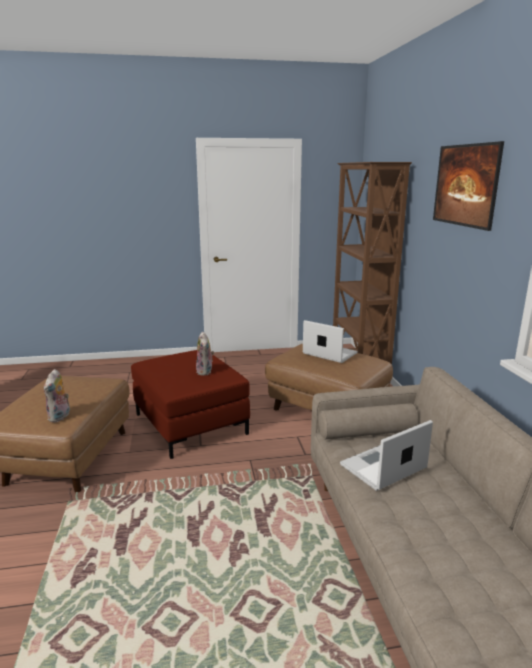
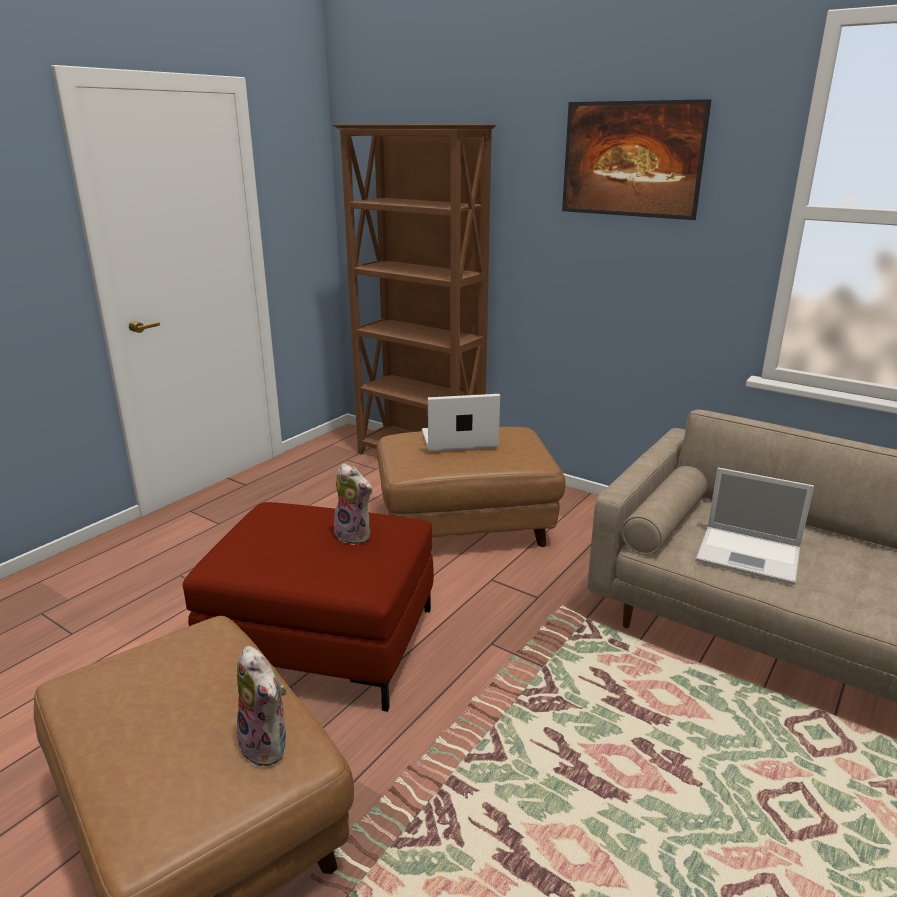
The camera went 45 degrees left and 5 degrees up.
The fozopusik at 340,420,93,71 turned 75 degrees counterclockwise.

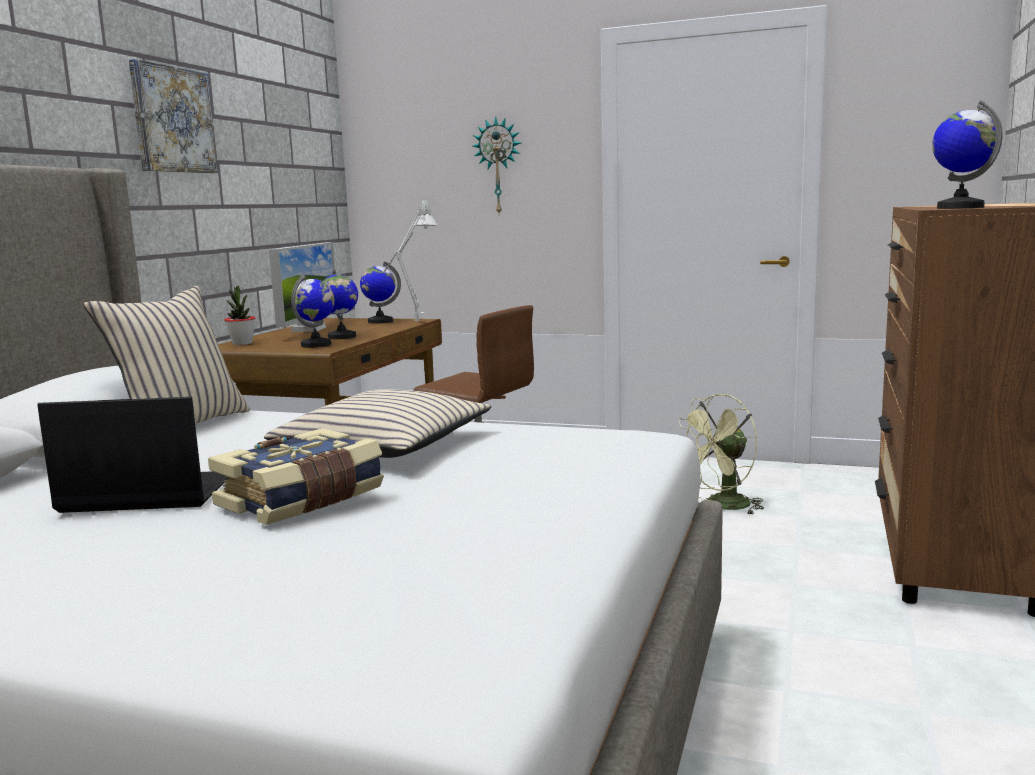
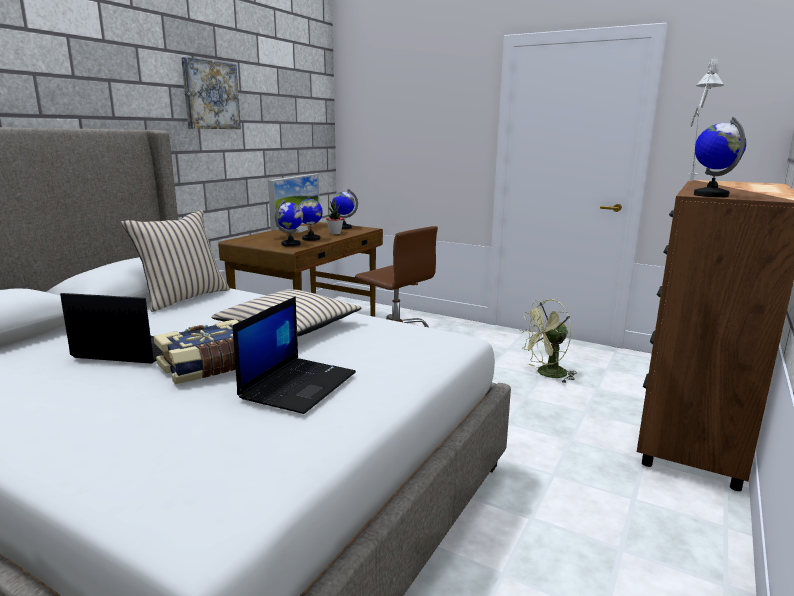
The camera went 10 degrees right and 5 degrees up.
The fozopusik at 233,296,123,118 appeared.
The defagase moved from 224,285,31,60 to 326,198,18,36.
The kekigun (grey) moved from 383,198,55,123 to 689,57,35,124.
The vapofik at 473,116,48,97 disappeared.

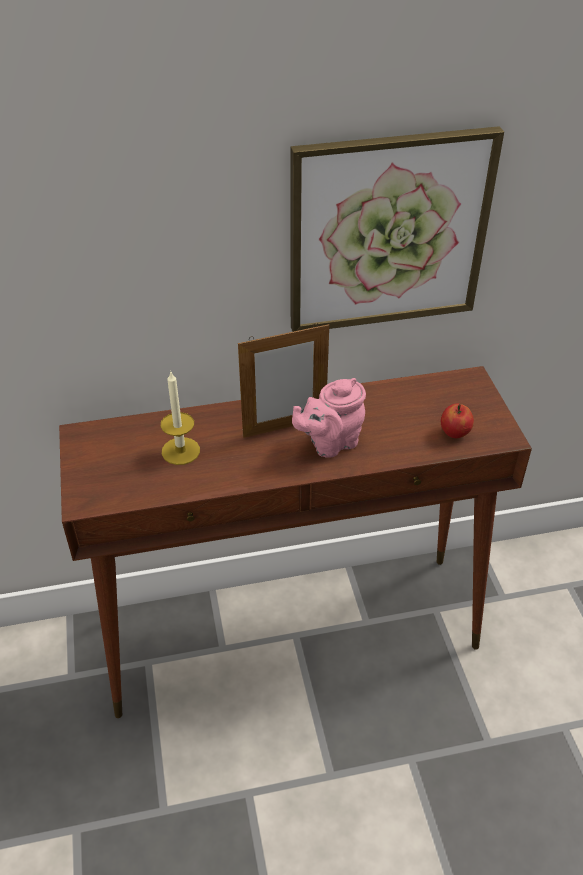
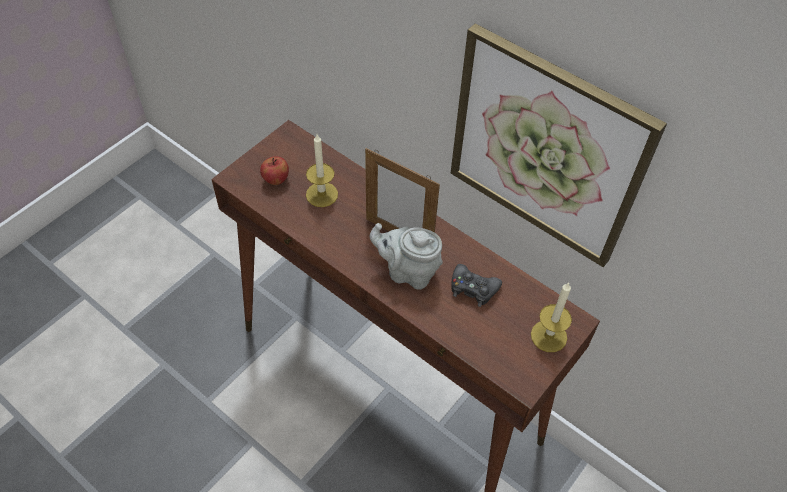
The camera went 50 degrees right and 10 degrees up.
The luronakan moved from 441,403,33,35 to 260,156,29,29.
The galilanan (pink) at 292,378,74,80 became the galilanan (grey) at 370,223,73,67.
The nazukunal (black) at 451,264,51,43 appeared.
The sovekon at 531,282,41,70 appeared.

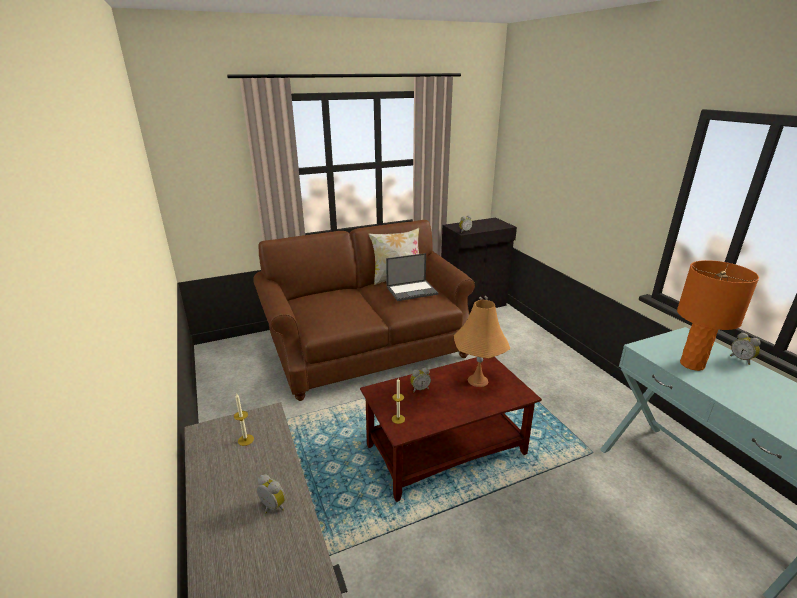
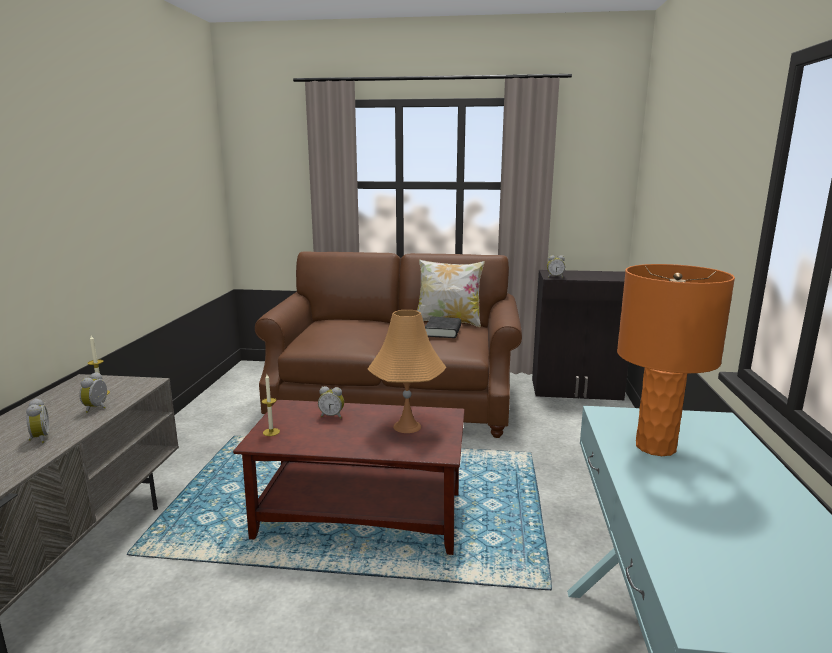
The camera went 30 degrees right and 10 degrees down.
The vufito moved from 730,332,31,33 to 79,372,28,41.
The fozopusik at 386,253,52,48 was replaced by the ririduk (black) at 425,317,36,21.

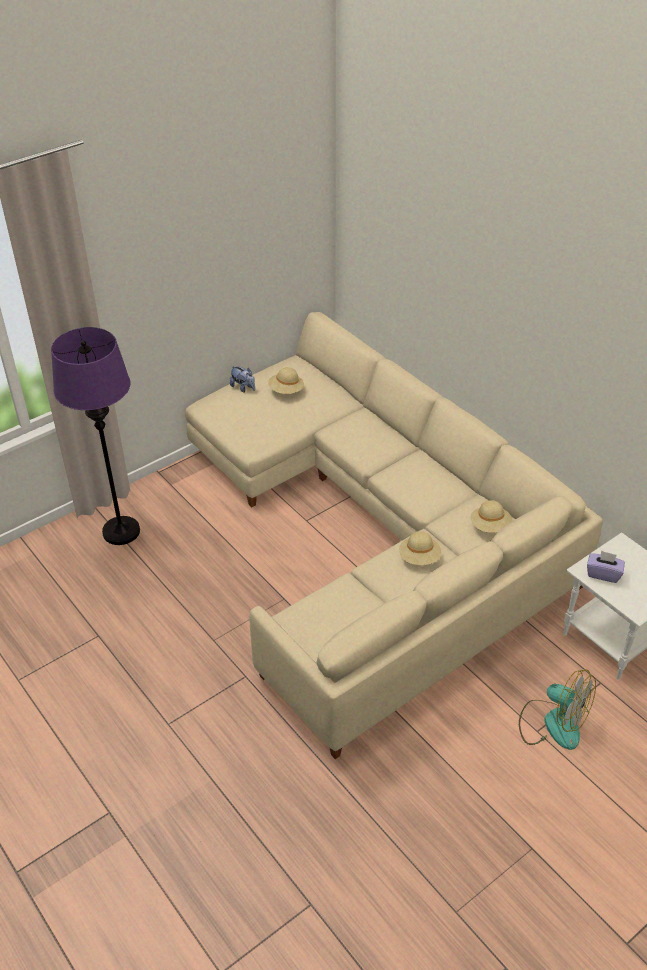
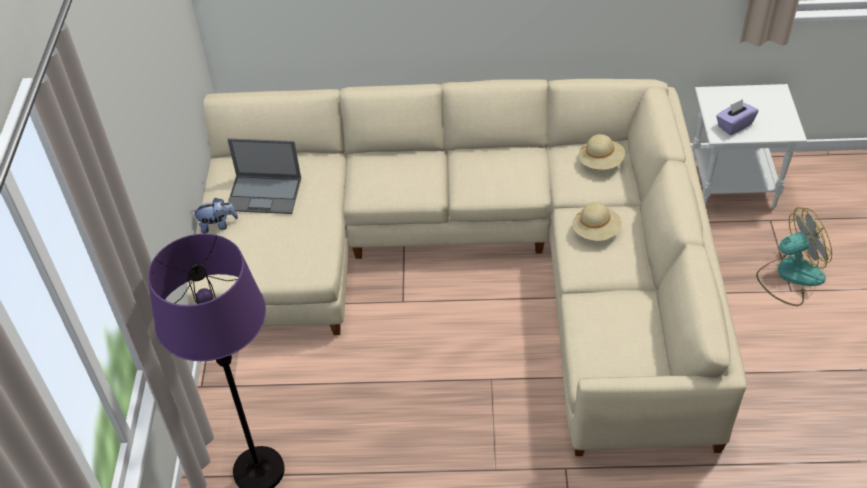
The camera went 50 degrees left and 5 degrees up.
The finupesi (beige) at 268,367,36,27 was replaced by the fozopusik at 227,138,74,76.

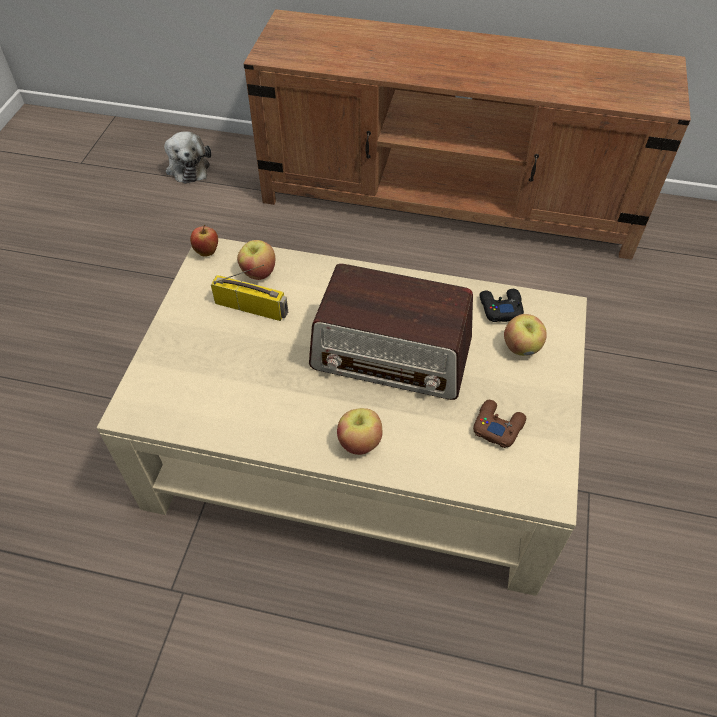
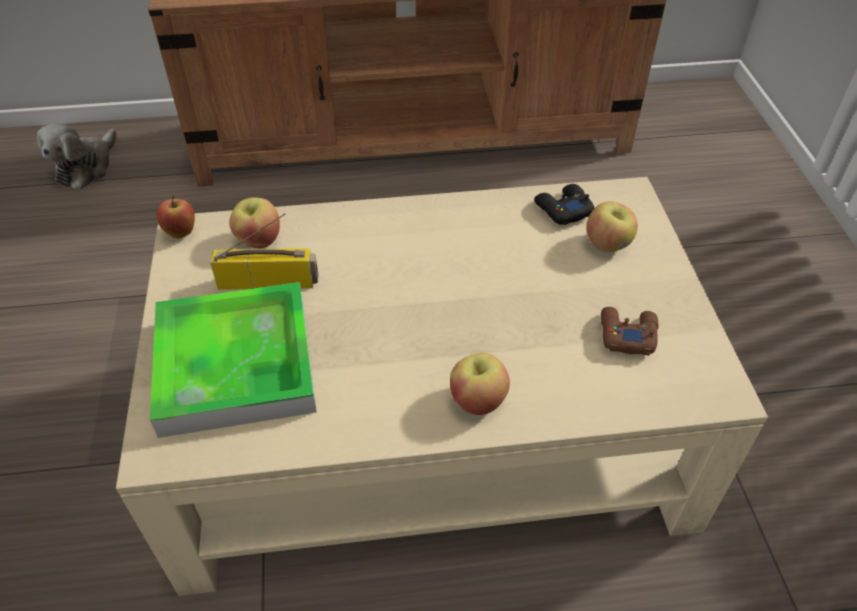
The camera went 20 degrees left and 5 degrees down.
The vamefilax at 164,131,47,53 turned 60 degrees clockwise.
The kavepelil at 150,282,167,156 appeared.
The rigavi at 309,263,164,137 disappeared.

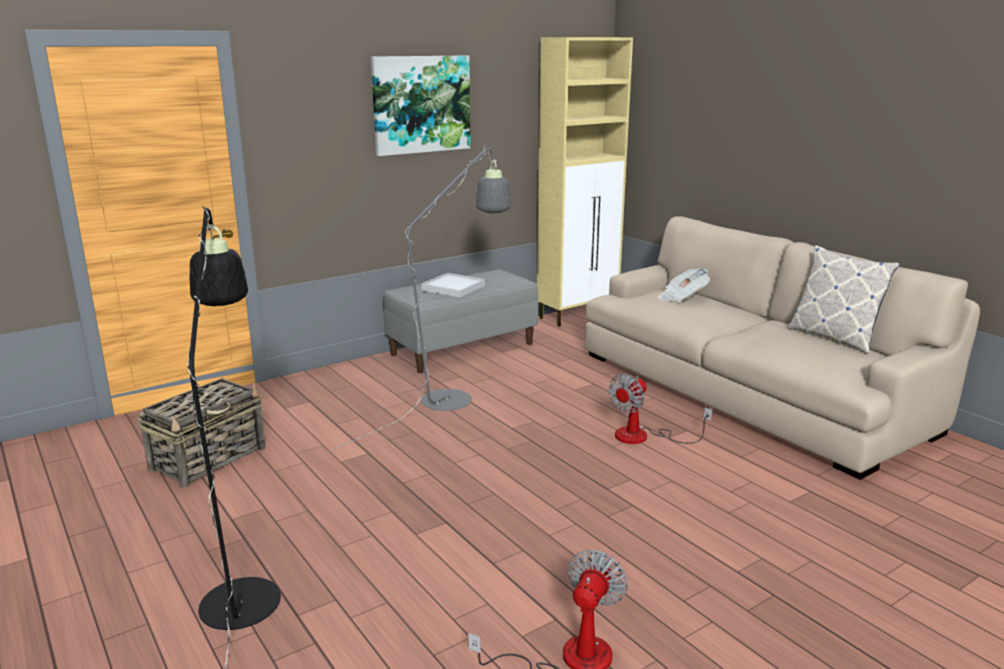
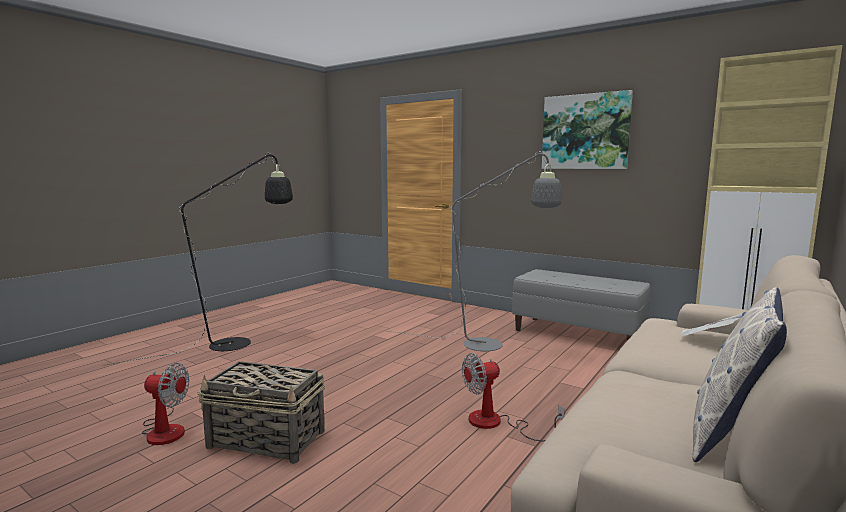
The camera went 70 degrees right and 10 degrees down.
The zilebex moved from 138,378,127,110 to 197,361,128,103.
The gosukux at 609,374,104,70 turned 45 degrees counterclockwise.
The kavepelil (white) at 421,273,64,25 disappeared.

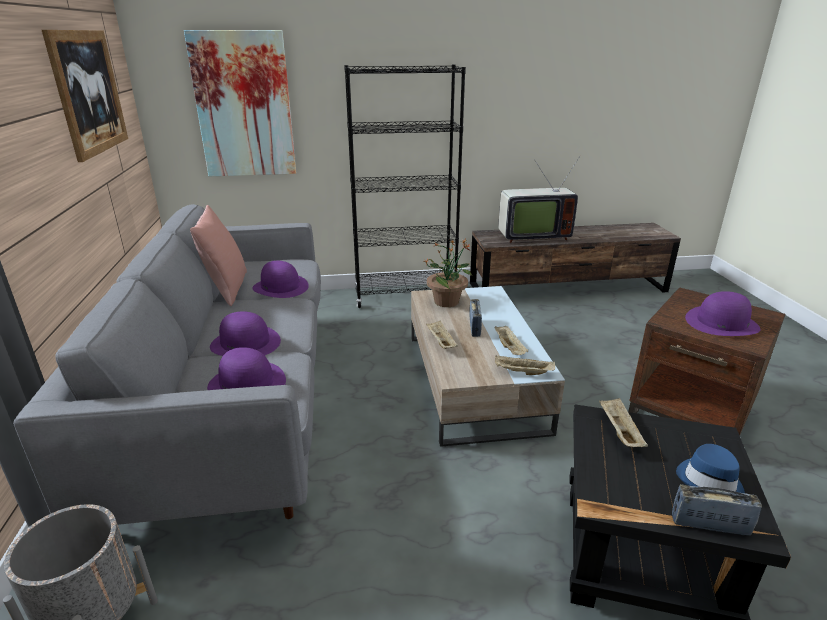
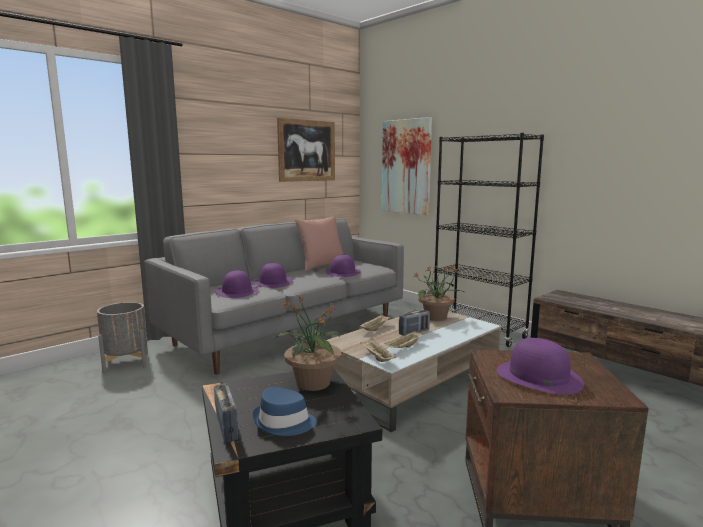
The camera went 55 degrees right and 15 degrees down.
The kavepelil (beige) at 599,398,49,49 was replaced by the defagase at 276,295,65,96.
The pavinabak at 498,156,82,87 disappeared.

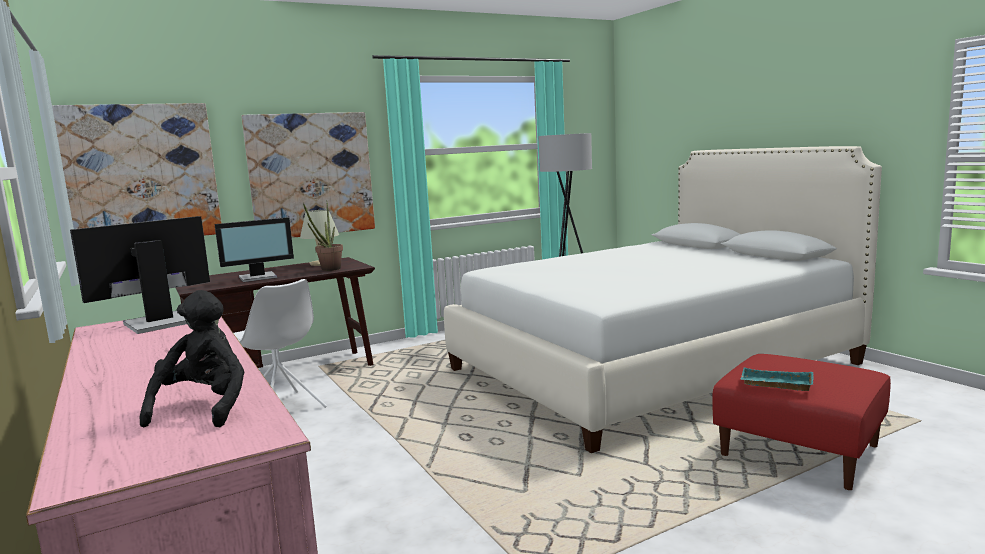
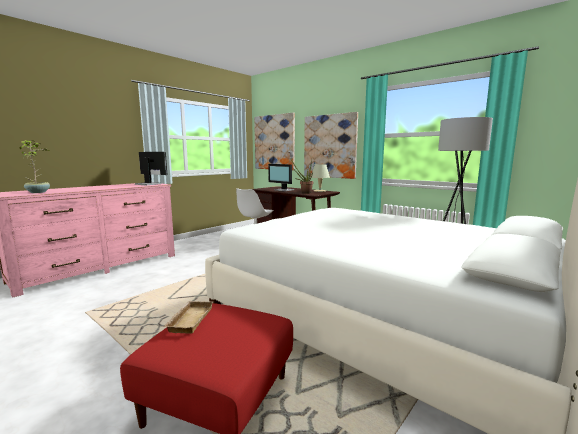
The camera went 70 degrees right and 0 degrees up.
The vamefilax (black) at 140,290,104,137 was replaced by the defagase at 19,140,31,53.
The kavepelil (turquoise) at 741,368,73,23 became the kavepelil (beige) at 163,301,50,33.

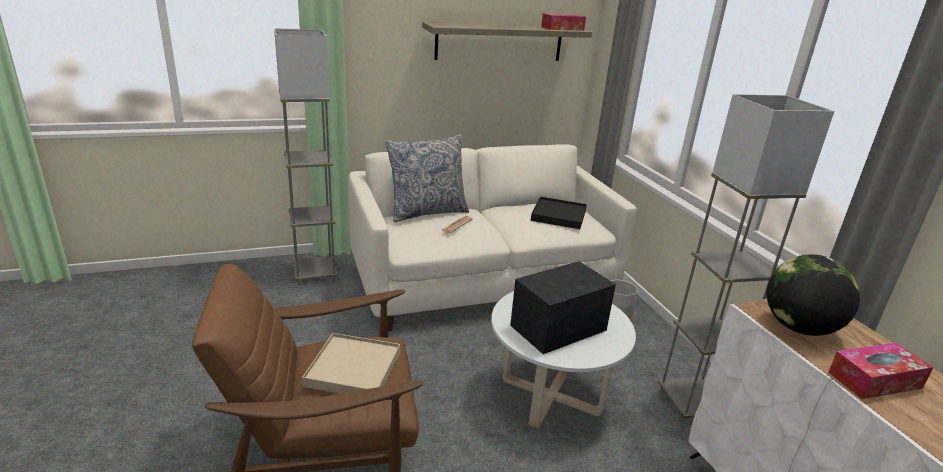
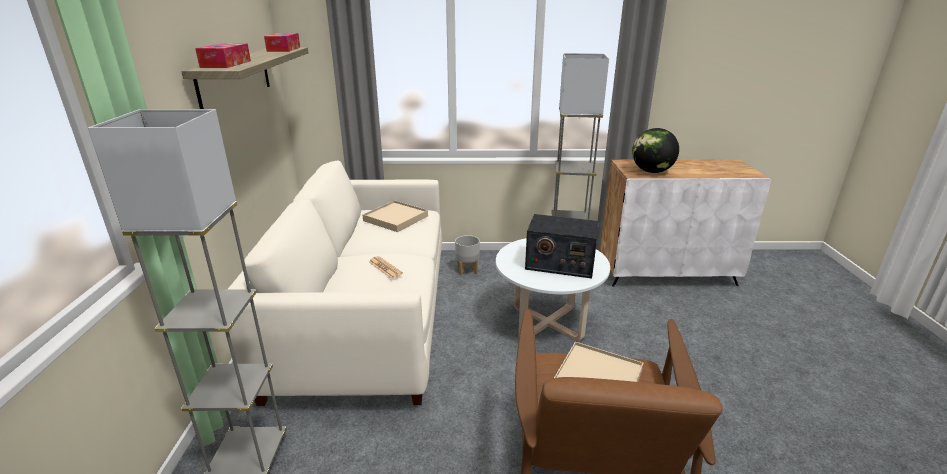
The camera went 70 degrees left and 0 degrees up.
The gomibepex moved from 828,343,106,56 to 195,43,56,25.
The kavepelil (black) at 531,197,56,32 became the kavepelil (beige) at 362,200,66,32.
The rigavi at 510,261,106,93 turned 60 degrees counterclockwise.
The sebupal at 385,134,84,88 disappeared.

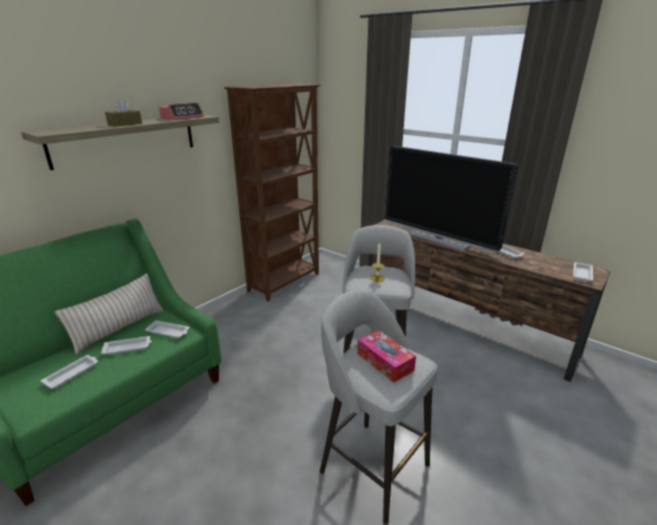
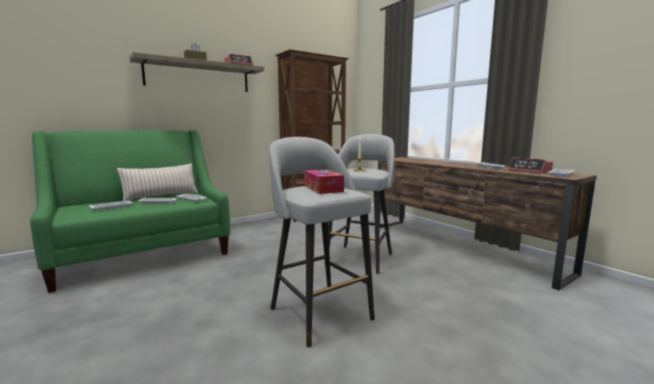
The camera went 15 degrees right and 15 degrees down.
The vufito at 508,157,45,16 appeared.
The pavinabak at 385,146,133,107 disappeared.

